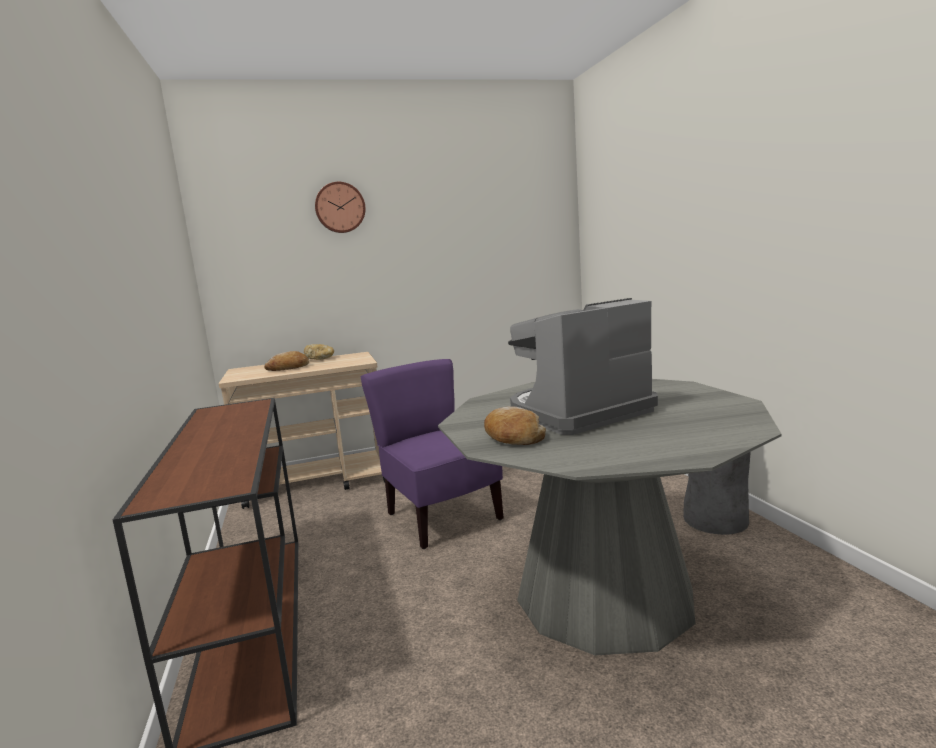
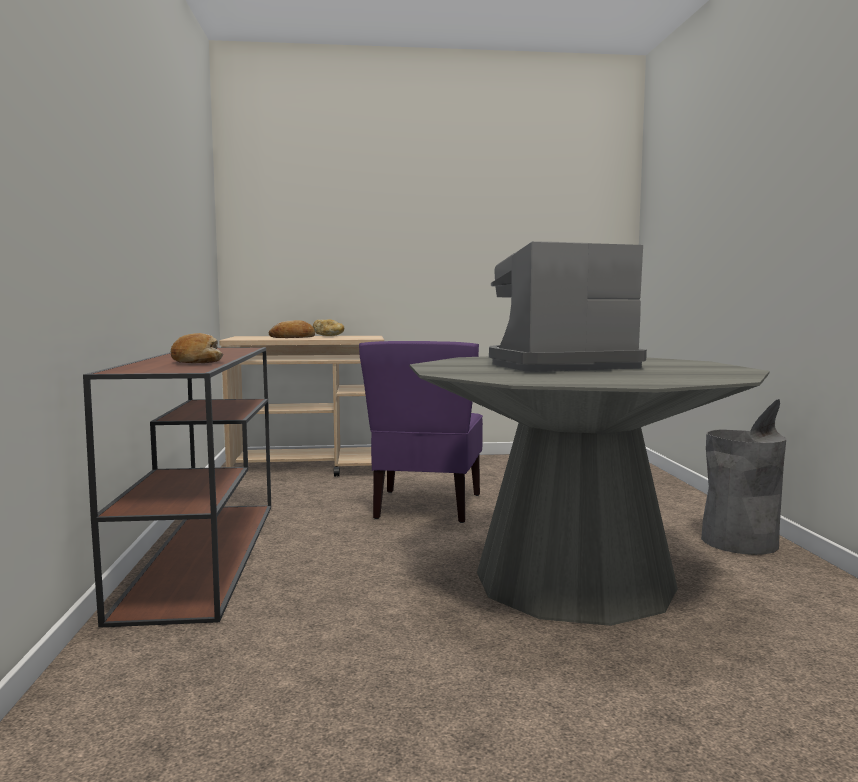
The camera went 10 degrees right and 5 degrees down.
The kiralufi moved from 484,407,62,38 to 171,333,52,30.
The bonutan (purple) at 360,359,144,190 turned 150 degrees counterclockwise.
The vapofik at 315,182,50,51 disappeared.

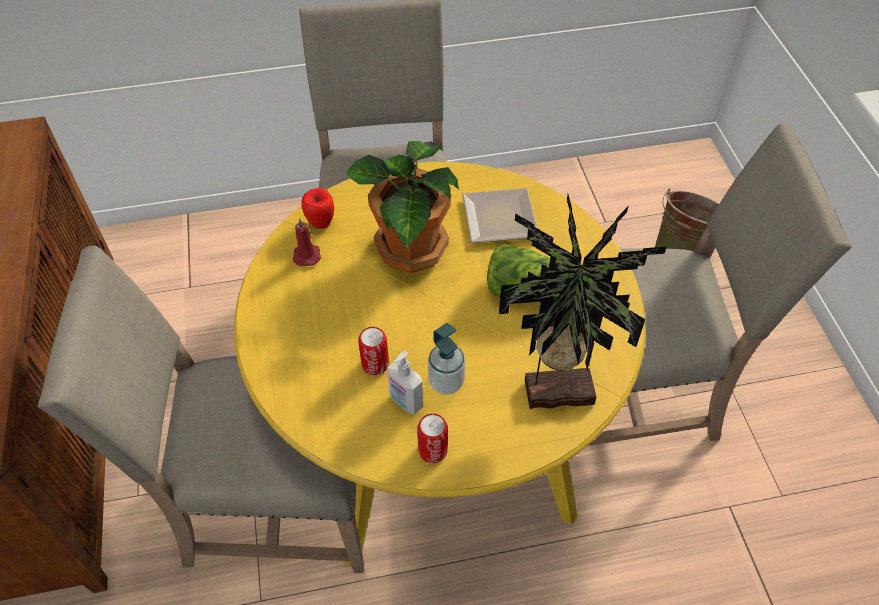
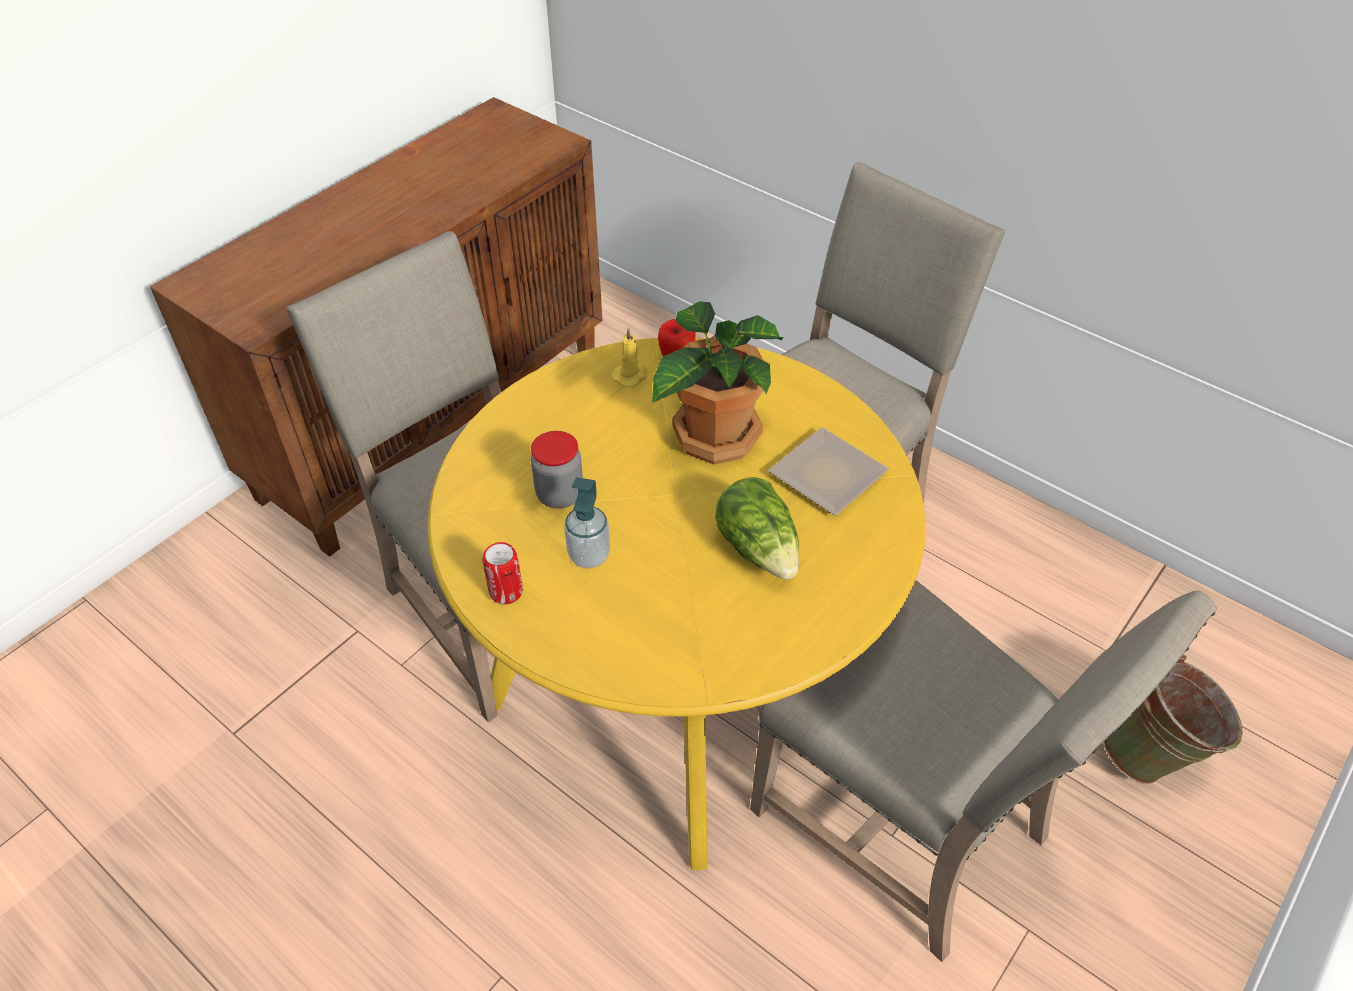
The camera went 50 degrees right and 5 degrees down.
The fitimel at 358,327,31,48 was replaced by the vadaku at 531,431,52,78.
The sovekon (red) at 293,218,28,48 became the sovekon (yellow) at 612,327,35,60.
The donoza at 387,351,36,63 disappeared.
The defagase at 499,195,168,214 disappeared.

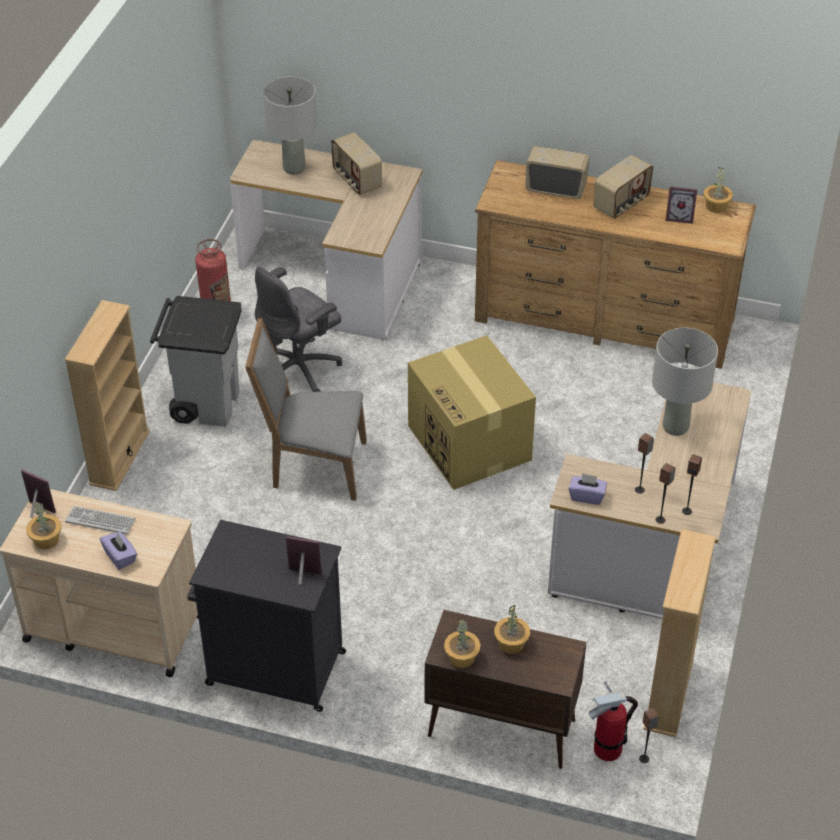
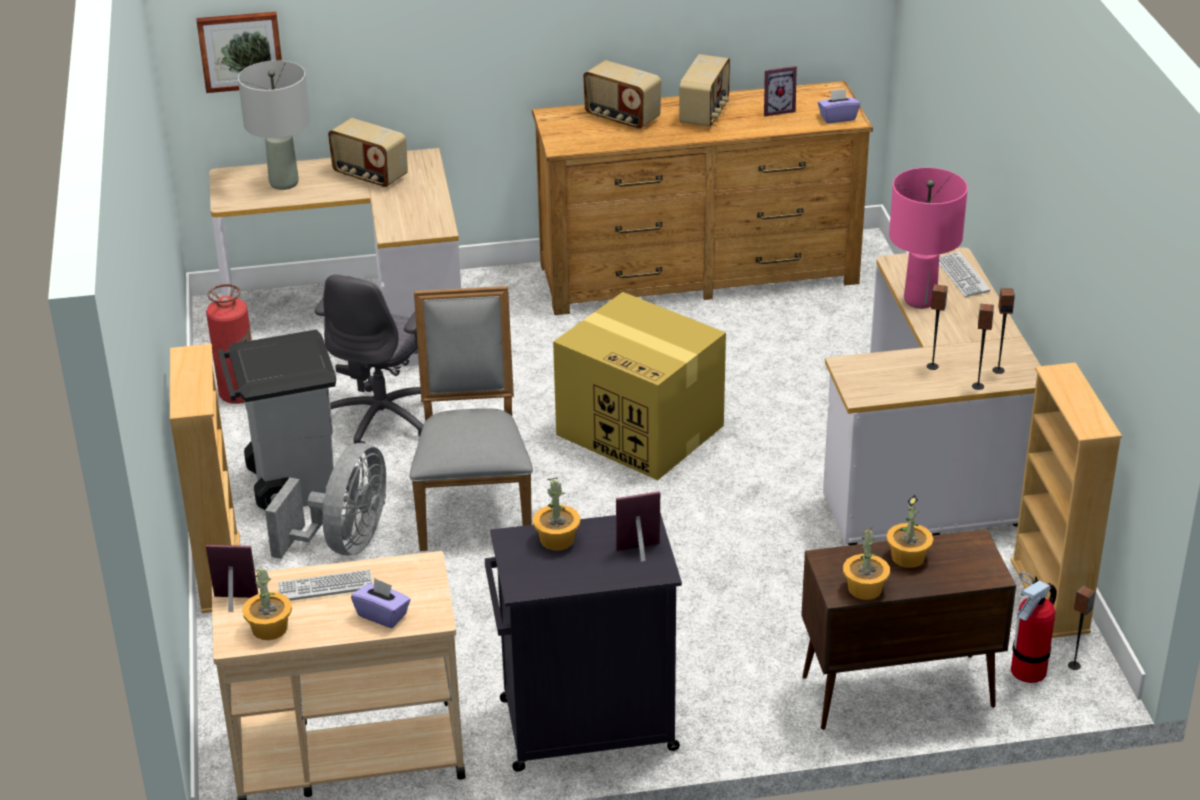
The camera went 25 degrees left and 10 degrees down.
The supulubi at 196,12,86,81 appeared.
The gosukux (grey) at 265,443,121,116 appeared.
The bonutan (grey) at 245,318,122,183 turned 105 degrees clockwise.
The defagase moved from 704,167,29,46 to 533,478,47,73.
The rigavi at 525,146,64,53 turned 135 degrees counterclockwise.
The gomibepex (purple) moved from 569,473,38,32 to 818,89,42,34.
The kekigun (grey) at 652,328,66,108 became the kekigun (pink) at 889,168,79,141.
The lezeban at 939,252,51,45 appeared.

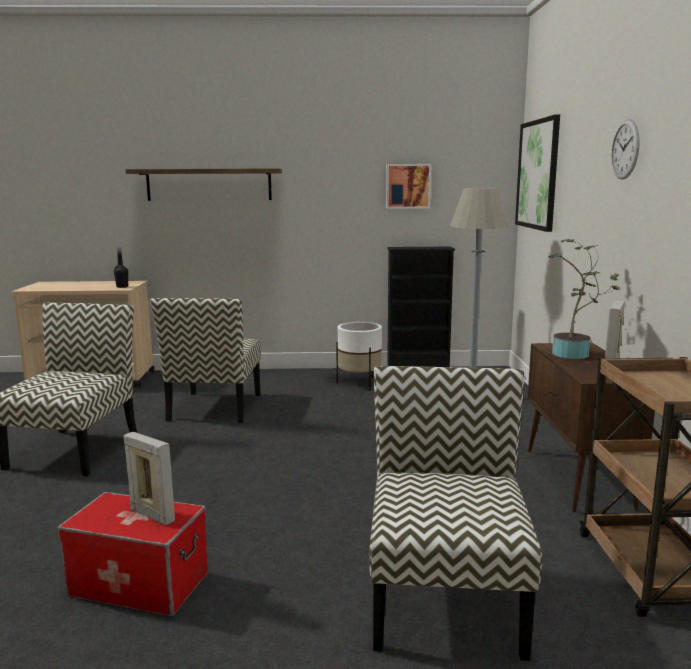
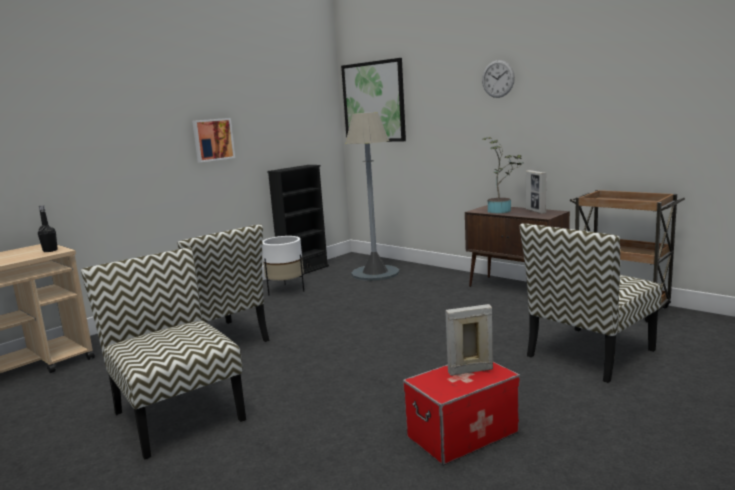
The camera went 45 degrees left and 0 degrees up.
The supulubi moved from 386,164,45,45 to 192,118,43,44.
The bonutan at 370,366,172,295 turned 90 degrees counterclockwise.
The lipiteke at 125,168,157,33 disappeared.

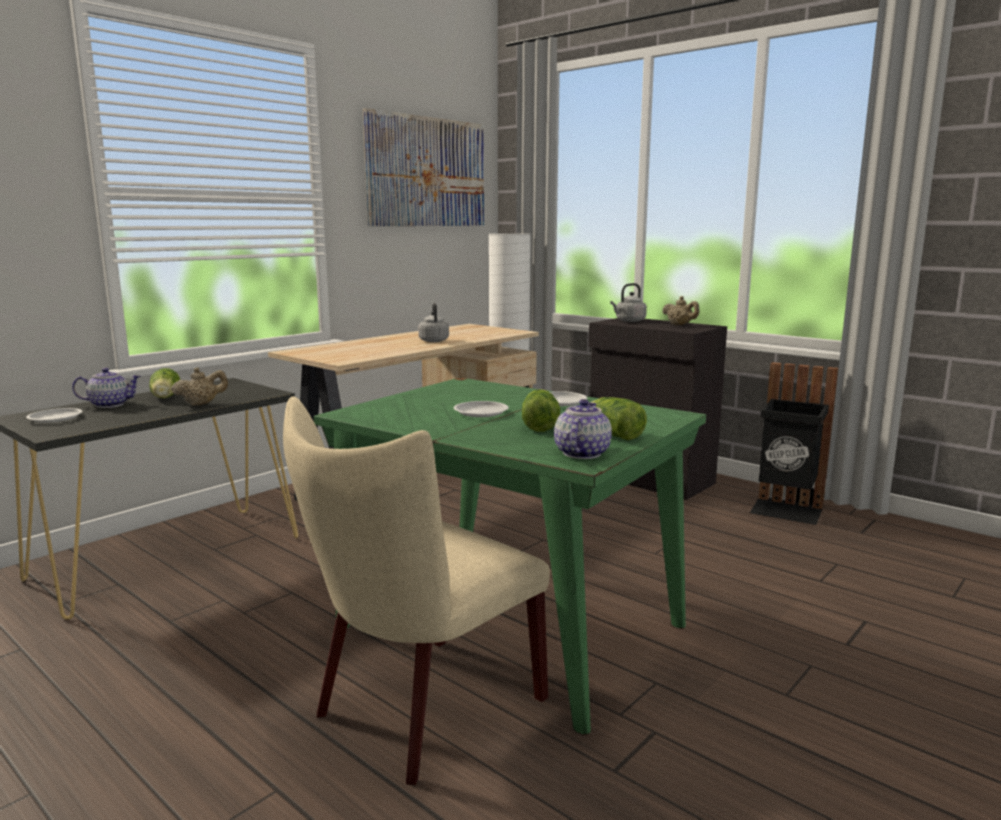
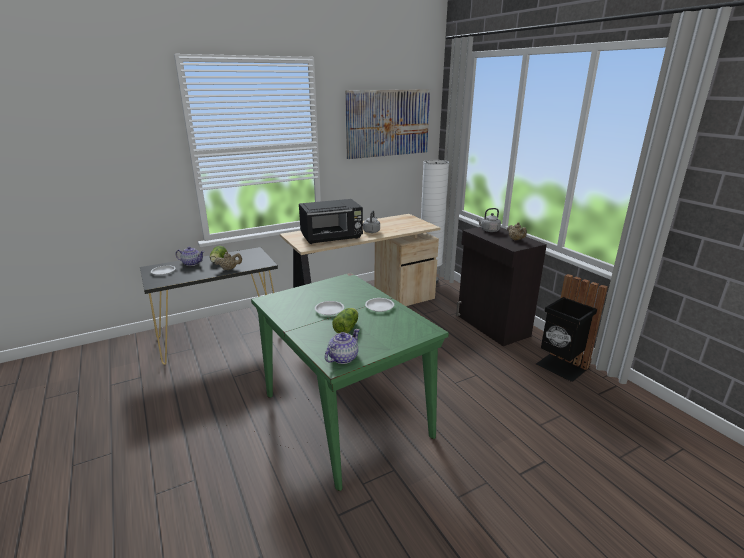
The camera went 20 degrees right and 10 degrees up.
The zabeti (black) at 299,199,64,45 appeared.
The bonutan (beige) at 283,396,267,389 disappeared.
The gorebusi at 591,397,56,43 disappeared.

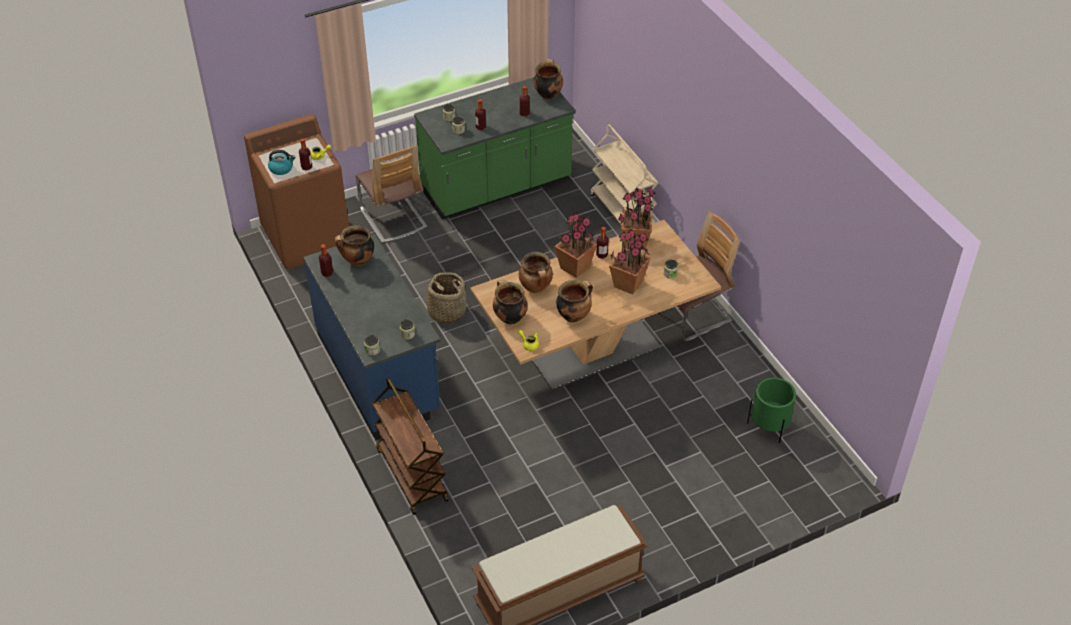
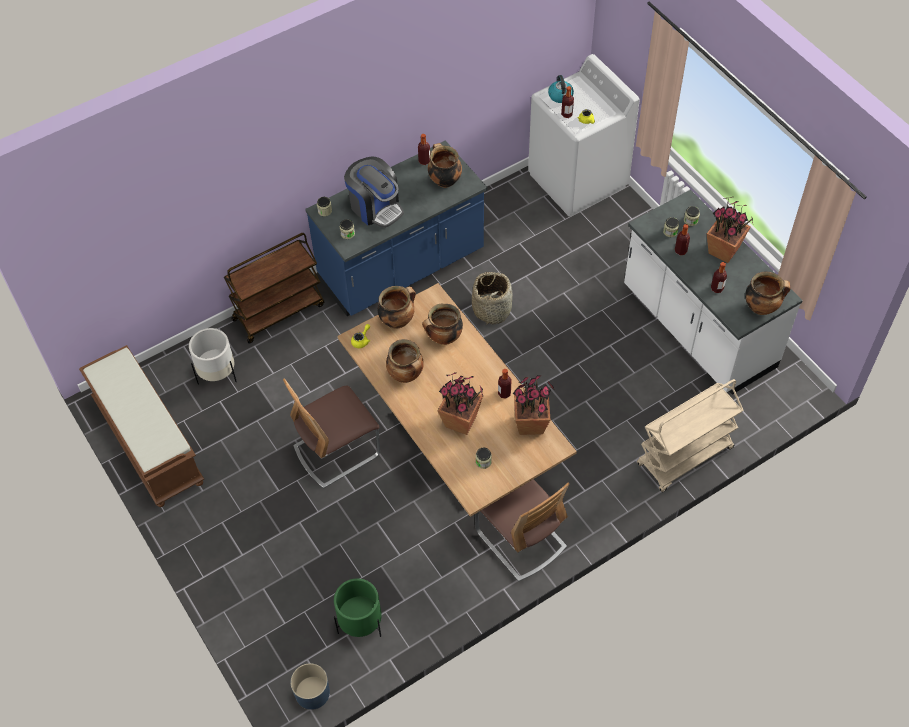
The camera went 85 degrees right and 10 degrees up.
The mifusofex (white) at 189,328,48,57 appeared.
The bonutan moved from 355,145,72,98 to 283,378,97,110.
The mifusofex (blue) at 290,663,40,47 appeared.
The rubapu at 344,156,60,72 appeared.
The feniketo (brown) at 244,114,105,155 became the feniketo (white) at 528,54,112,163.
The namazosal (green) at 414,77,162,142 became the namazosal (white) at 624,190,179,205.
The defagase moved from 554,213,43,65 to 707,196,46,67.

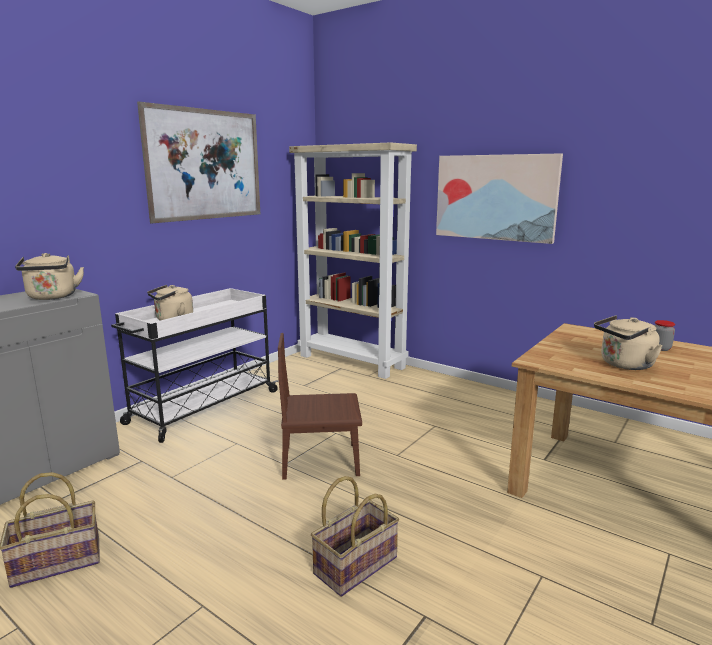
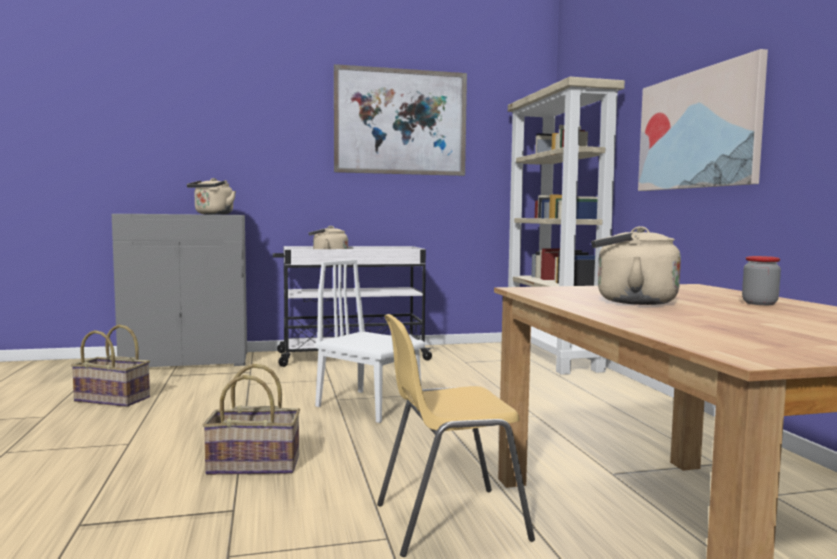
The camera went 40 degrees right and 10 degrees down.
The bonutan (brown) at 278,333,84,147 became the bonutan (white) at 315,260,110,163.
The bonutan (yellow) at 377,314,158,243 appeared.

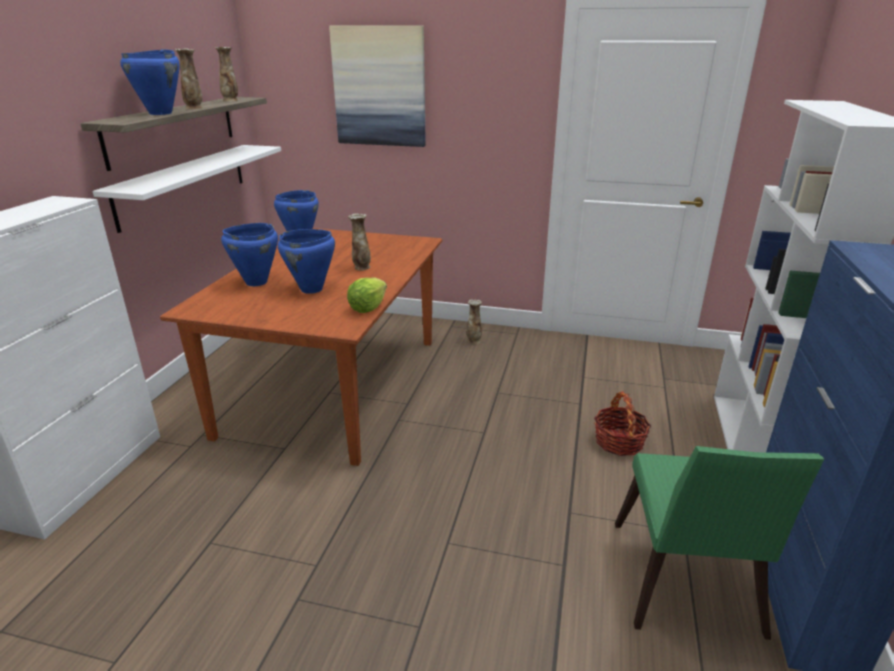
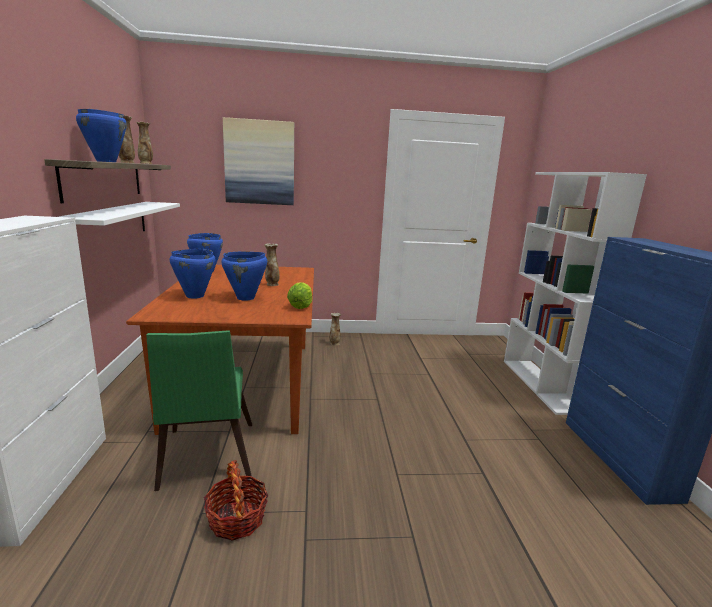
The camera went 20 degrees left and 10 degrees down.
The bonutan (green) moved from 615,446,209,194 to 146,330,106,161.
The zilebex moved from 594,391,57,65 to 204,460,64,81.

